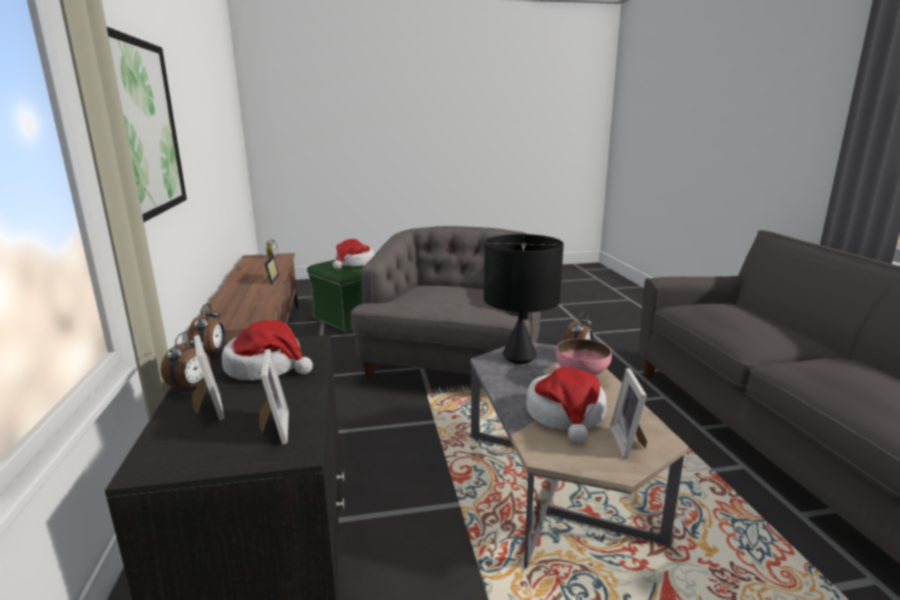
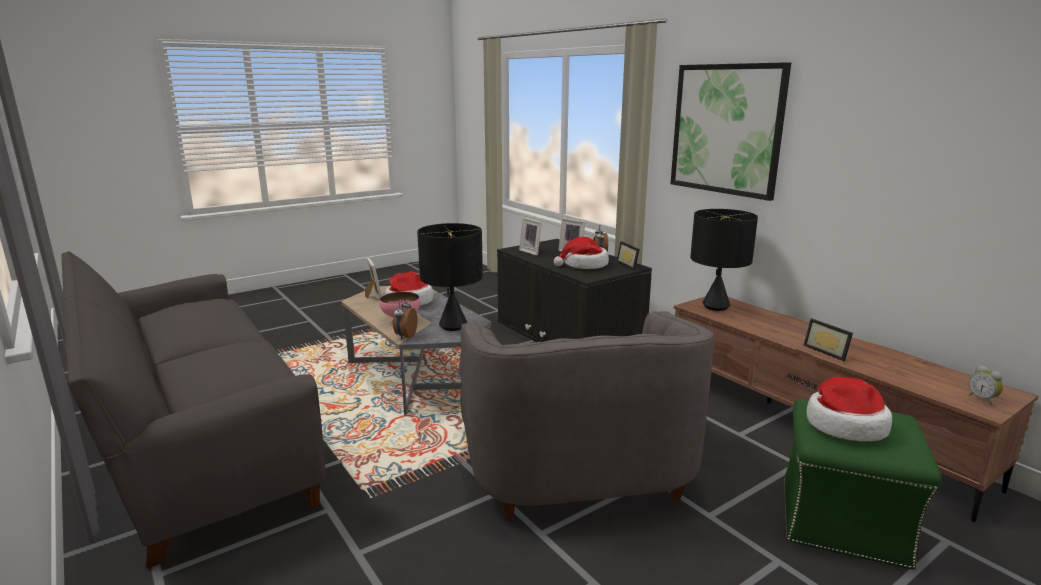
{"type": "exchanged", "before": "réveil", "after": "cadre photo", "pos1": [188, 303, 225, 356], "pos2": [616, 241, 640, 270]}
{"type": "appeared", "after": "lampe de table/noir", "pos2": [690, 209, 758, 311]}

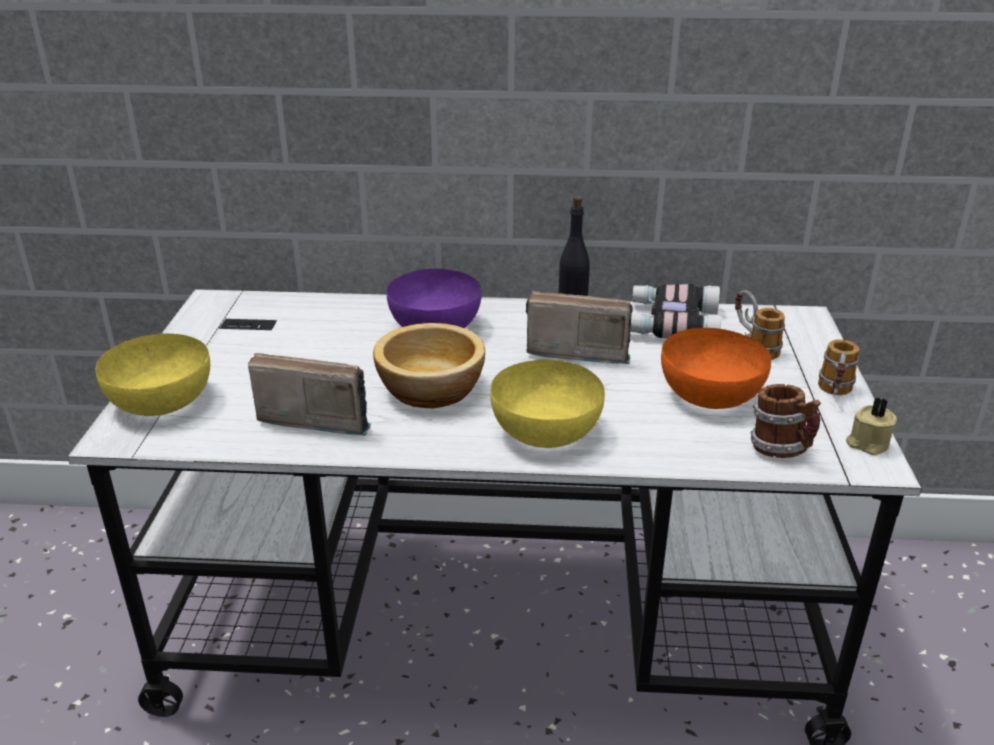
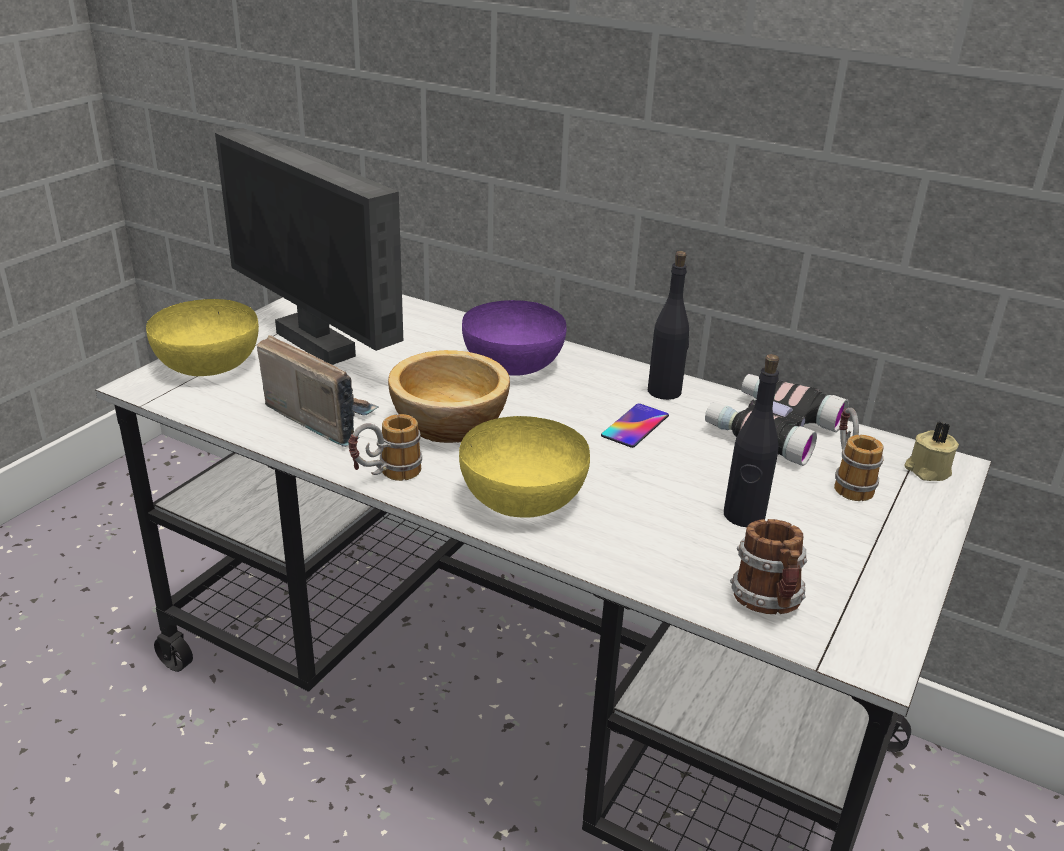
{"type": "appeared", "after": "écran d'ordinateur", "pos2": [215, 128, 403, 365]}
{"type": "relocated", "before": "mug", "pos1": [818, 339, 859, 395], "pos2": [348, 414, 422, 481]}
{"type": "exchanged", "before": "radio", "after": "téléphone", "pos1": [526, 291, 633, 364], "pos2": [601, 403, 669, 448]}
{"type": "exchanged", "before": "bol/orange", "after": "bouteille/noir", "pos1": [661, 328, 771, 409], "pos2": [724, 354, 779, 527]}
{"type": "relocated", "before": "bougie/beige", "pos1": [846, 397, 897, 455], "pos2": [904, 422, 959, 481]}

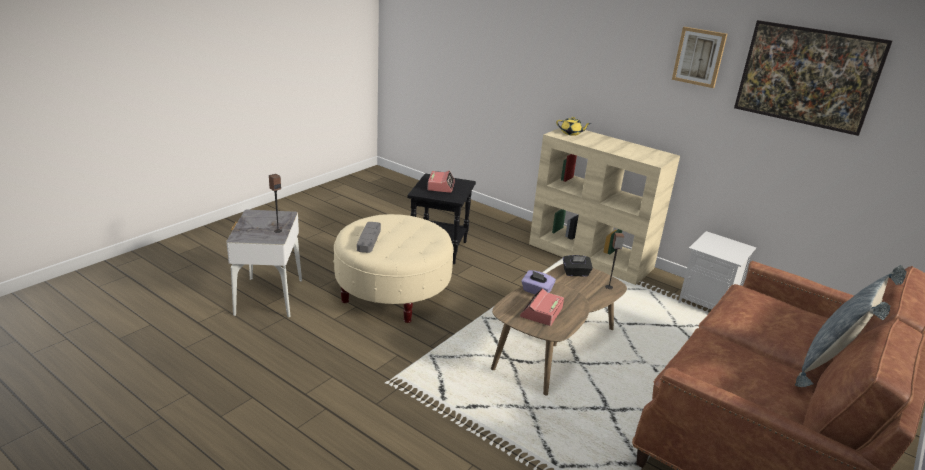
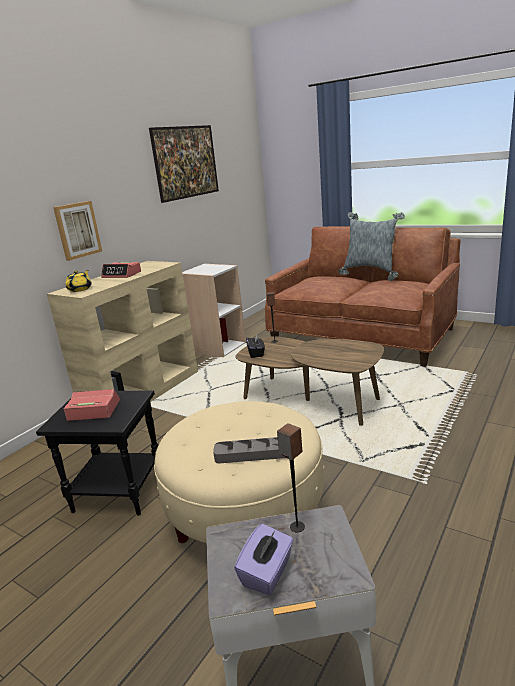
{"type": "relocated", "before": "tableau", "pos1": [672, 27, 727, 88], "pos2": [53, 201, 102, 261]}
{"type": "relocated", "before": "réveil", "pos1": [520, 288, 564, 326], "pos2": [101, 262, 141, 278]}
{"type": "exchanged", "before": "table de chevet/gris", "after": "bibliothèque", "pos1": [678, 231, 756, 309], "pos2": [182, 264, 246, 357]}
{"type": "relocated", "before": "boîte à mouchoirs/violet", "pos1": [521, 270, 556, 295], "pos2": [234, 523, 293, 595]}

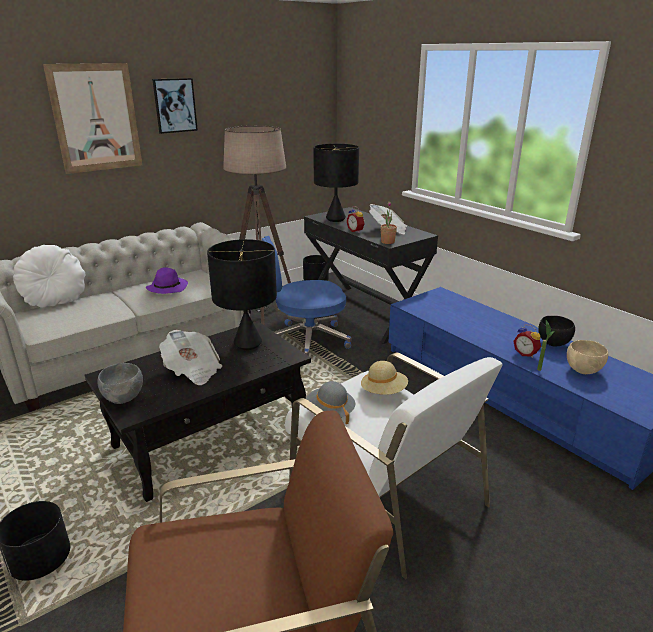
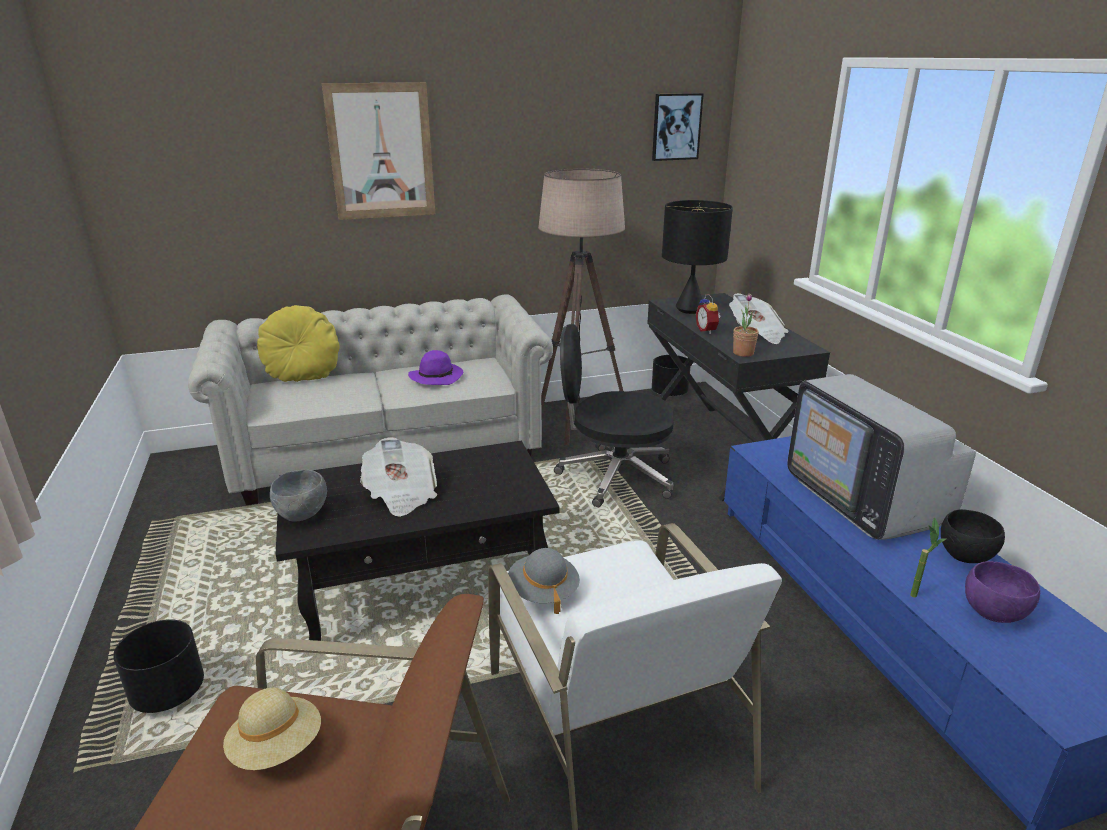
{"type": "relocated", "before": "chapeau/beige", "pos1": [361, 361, 408, 395], "pos2": [223, 688, 321, 770]}
{"type": "colour", "before": "coussin/blanc", "after": "coussin/jaune", "pos1": [13, 245, 85, 308], "pos2": [257, 305, 340, 382]}
{"type": "colour", "before": "chaise de bureau/bleu", "after": "chaise de bureau/noir", "pos1": [262, 236, 351, 356], "pos2": [554, 324, 674, 507]}
{"type": "relocated", "before": "tableau", "pos1": [152, 78, 198, 134], "pos2": [652, 93, 704, 161]}
{"type": "appeared", "after": "téléviseur", "pos2": [787, 374, 976, 540]}
{"type": "colour", "before": "bol/beige", "after": "bol/violet", "pos1": [567, 340, 608, 374], "pos2": [965, 561, 1040, 623]}
{"type": "missing", "before": "lampe de table/noir", "pos1": [207, 239, 277, 350]}
{"type": "missing", "before": "réveil", "pos1": [513, 324, 541, 358]}

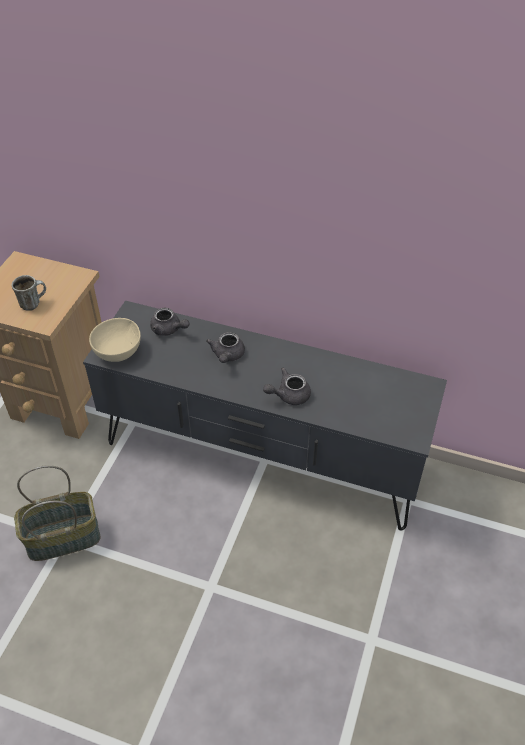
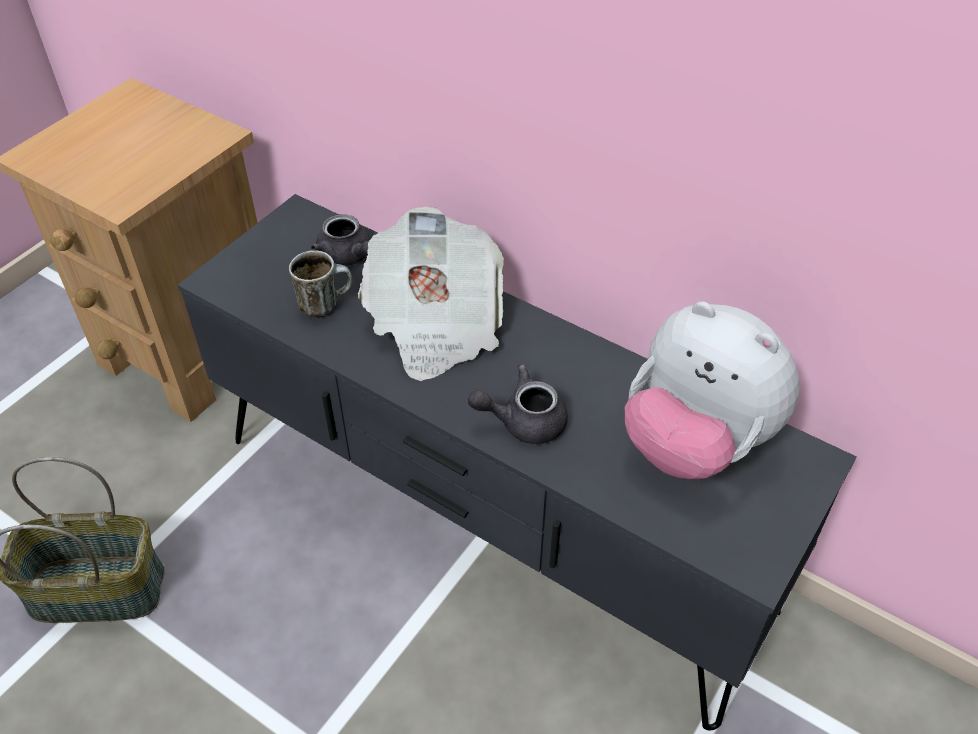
{"type": "relocated", "before": "mug", "pos1": [12, 275, 46, 311], "pos2": [289, 250, 352, 318]}
{"type": "exchanged", "before": "théière/gris", "after": "journal", "pos1": [206, 332, 245, 363], "pos2": [358, 206, 504, 381]}
{"type": "appeared", "after": "peluche", "pos2": [625, 301, 799, 479]}
{"type": "missing", "before": "bol/beige", "pos1": [89, 318, 141, 362]}

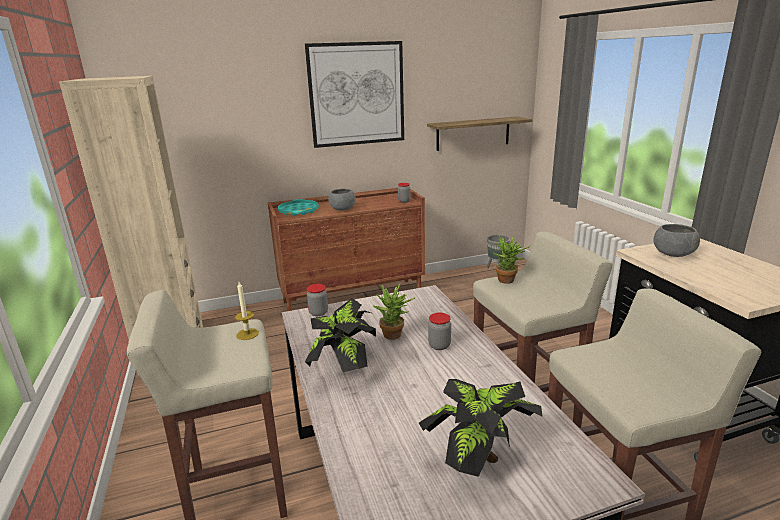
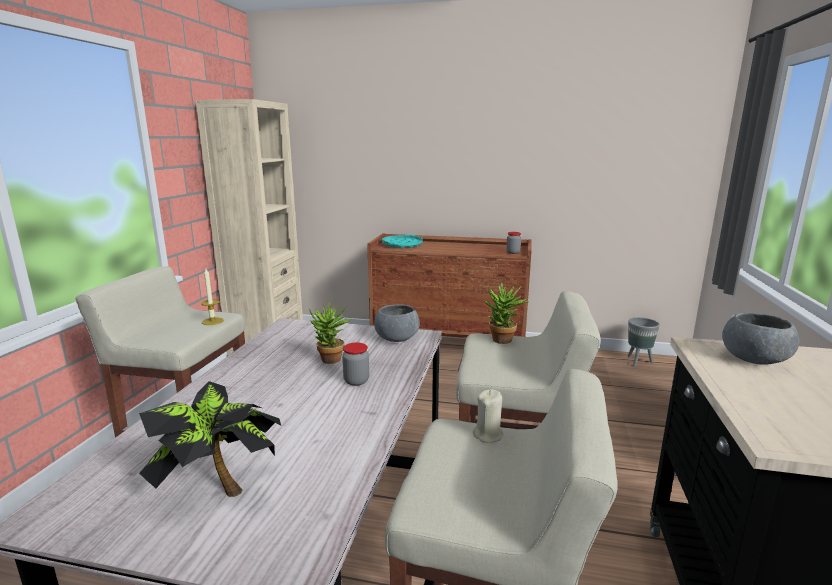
{"type": "relocated", "before": "bol/gris", "pos1": [328, 188, 356, 210], "pos2": [374, 304, 420, 342]}
{"type": "appeared", "after": "bougie/beige", "pos2": [472, 389, 503, 443]}
{"type": "missing", "before": "tableau", "pos1": [305, 41, 404, 148]}
{"type": "missing", "before": "plante en pot", "pos1": [305, 298, 376, 372]}
{"type": "missing", "before": "bocal", "pos1": [307, 284, 328, 316]}
{"type": "missing", "before": "étagère", "pos1": [427, 117, 532, 151]}

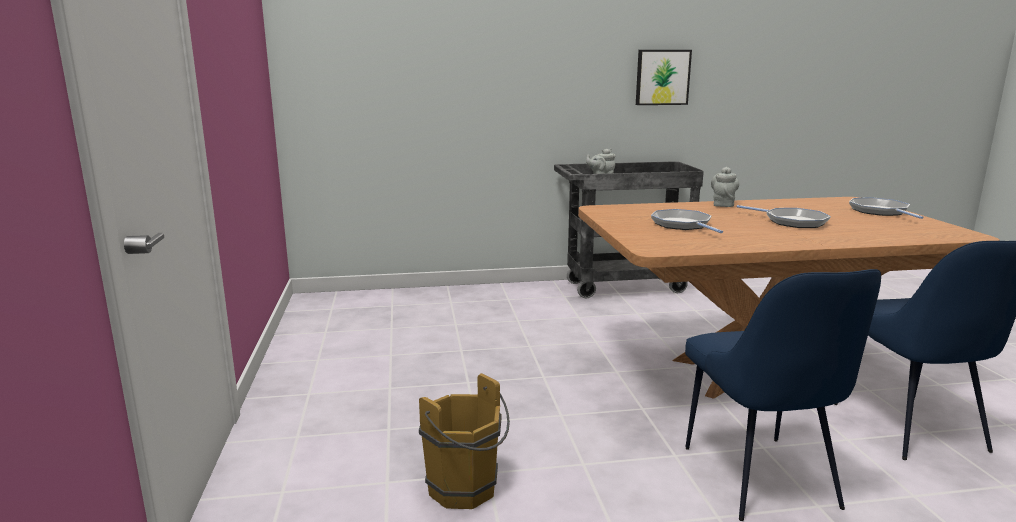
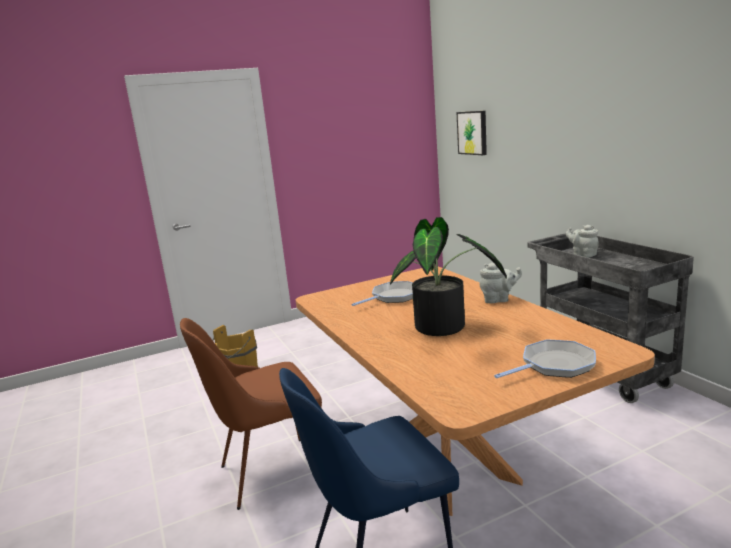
{"type": "colour", "before": "chaise/bleu", "after": "chaise/marron", "pos1": [685, 269, 881, 521], "pos2": [180, 318, 322, 510]}
{"type": "exchanged", "before": "poêle", "after": "plante en pot", "pos1": [736, 205, 831, 228], "pos2": [390, 217, 507, 336]}
{"type": "relocated", "before": "tableau", "pos1": [636, 50, 692, 105], "pos2": [457, 111, 487, 155]}

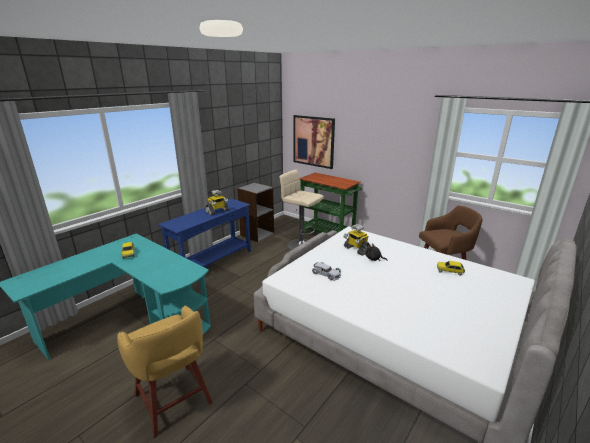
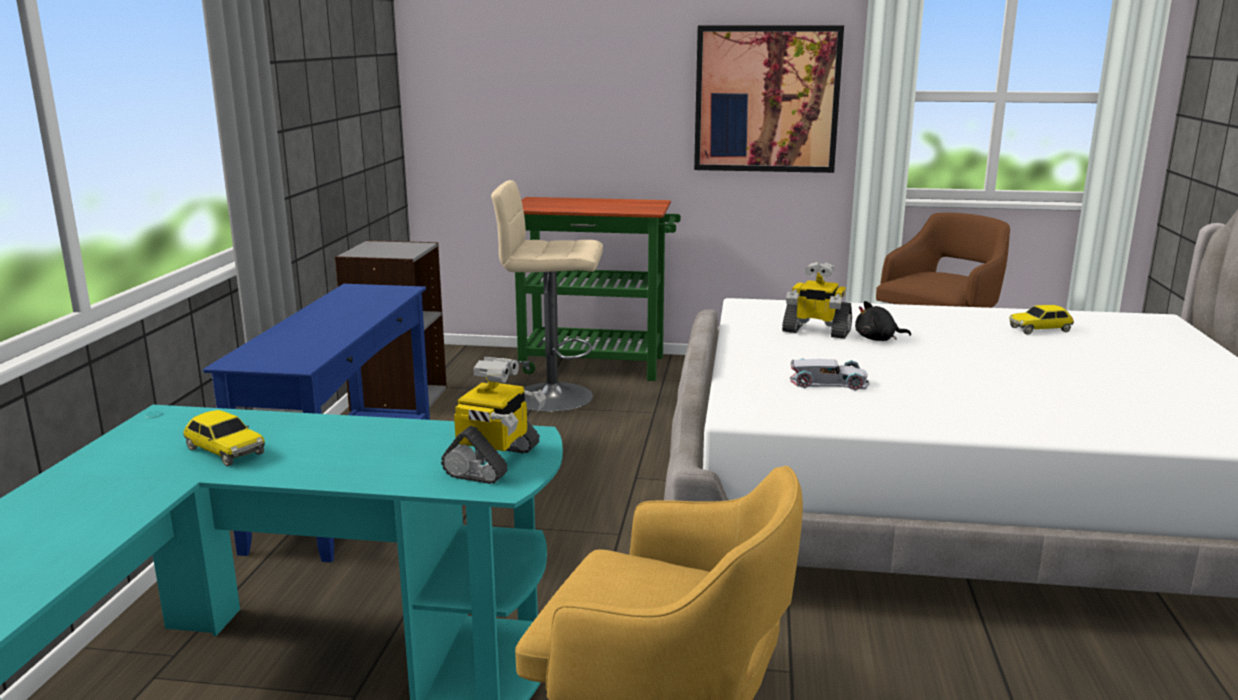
{"type": "relocated", "before": "robot jouet", "pos1": [205, 190, 229, 215], "pos2": [441, 357, 546, 484]}
{"type": "relocated", "before": "tableau", "pos1": [293, 115, 335, 169], "pos2": [694, 25, 844, 173]}

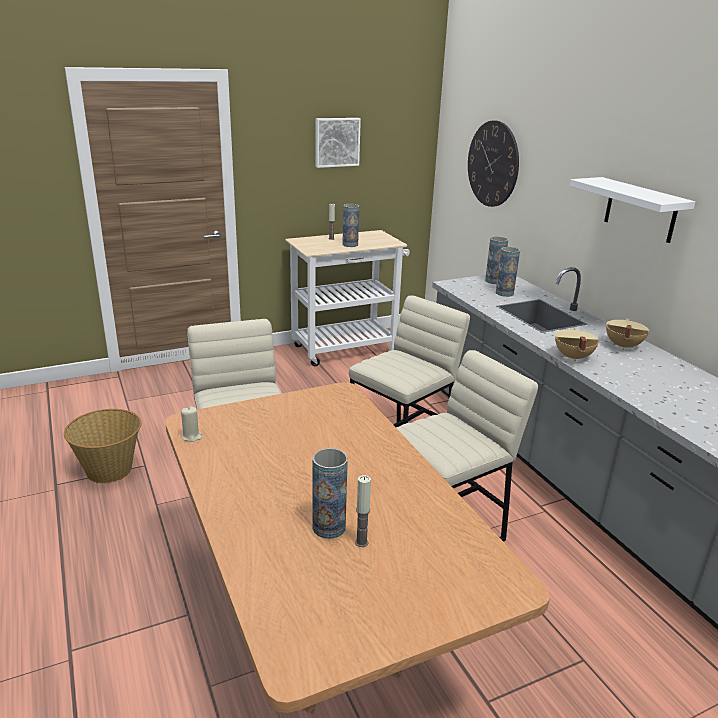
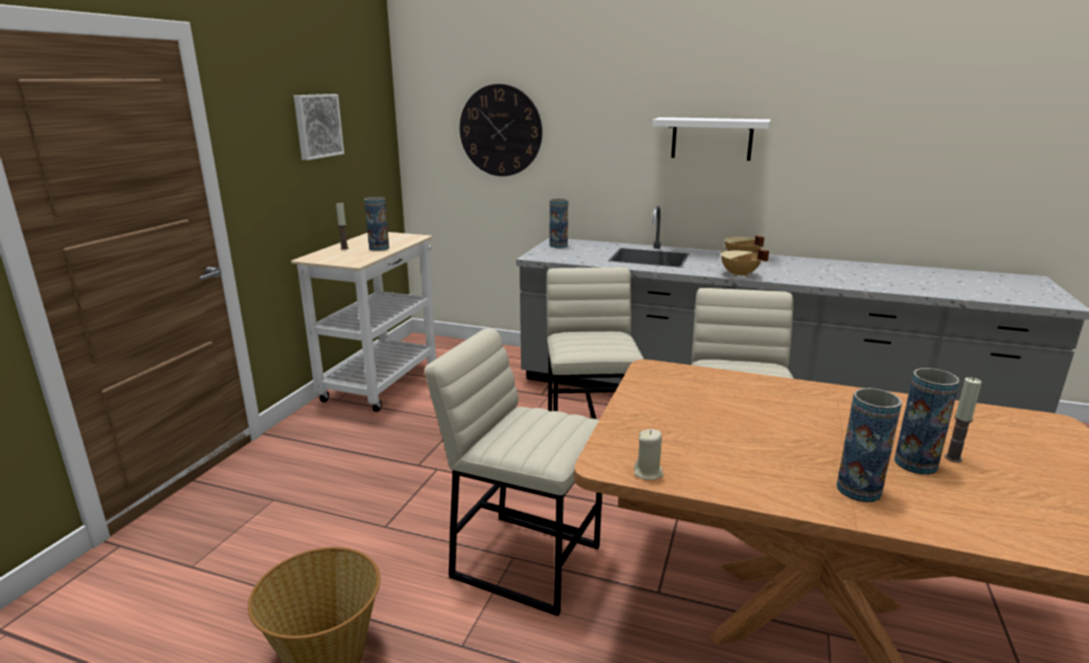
{"type": "relocated", "before": "vase", "pos1": [496, 247, 520, 297], "pos2": [837, 388, 902, 502]}

